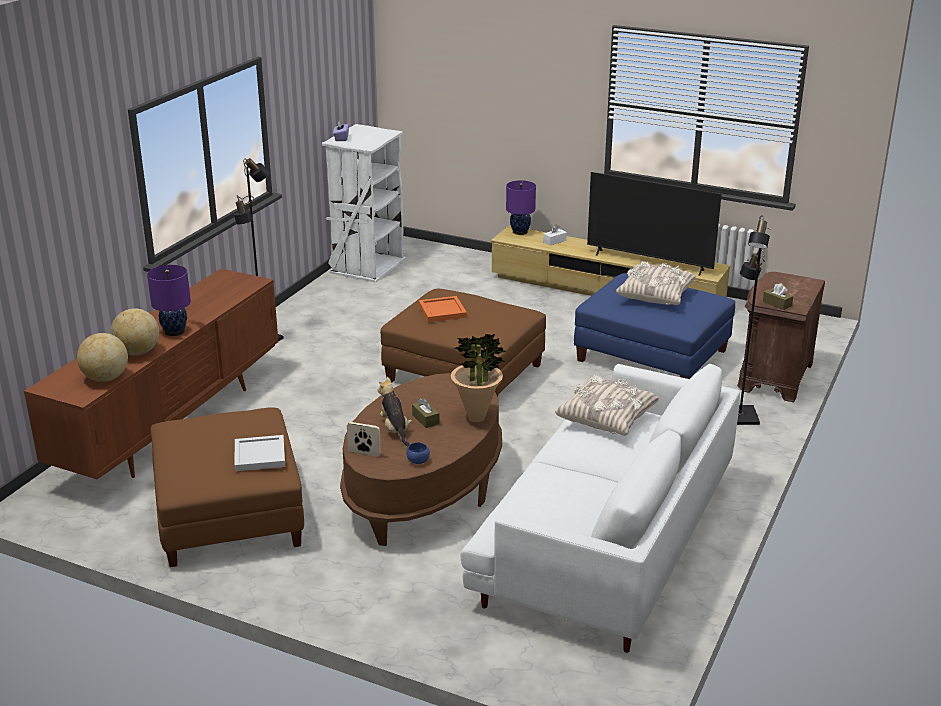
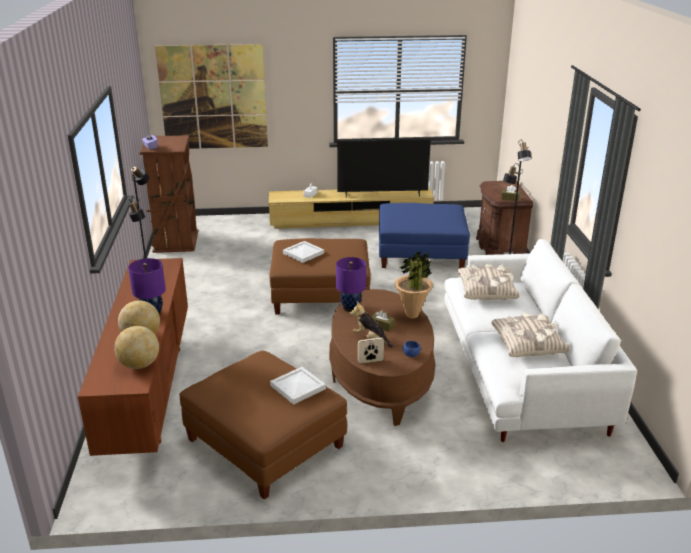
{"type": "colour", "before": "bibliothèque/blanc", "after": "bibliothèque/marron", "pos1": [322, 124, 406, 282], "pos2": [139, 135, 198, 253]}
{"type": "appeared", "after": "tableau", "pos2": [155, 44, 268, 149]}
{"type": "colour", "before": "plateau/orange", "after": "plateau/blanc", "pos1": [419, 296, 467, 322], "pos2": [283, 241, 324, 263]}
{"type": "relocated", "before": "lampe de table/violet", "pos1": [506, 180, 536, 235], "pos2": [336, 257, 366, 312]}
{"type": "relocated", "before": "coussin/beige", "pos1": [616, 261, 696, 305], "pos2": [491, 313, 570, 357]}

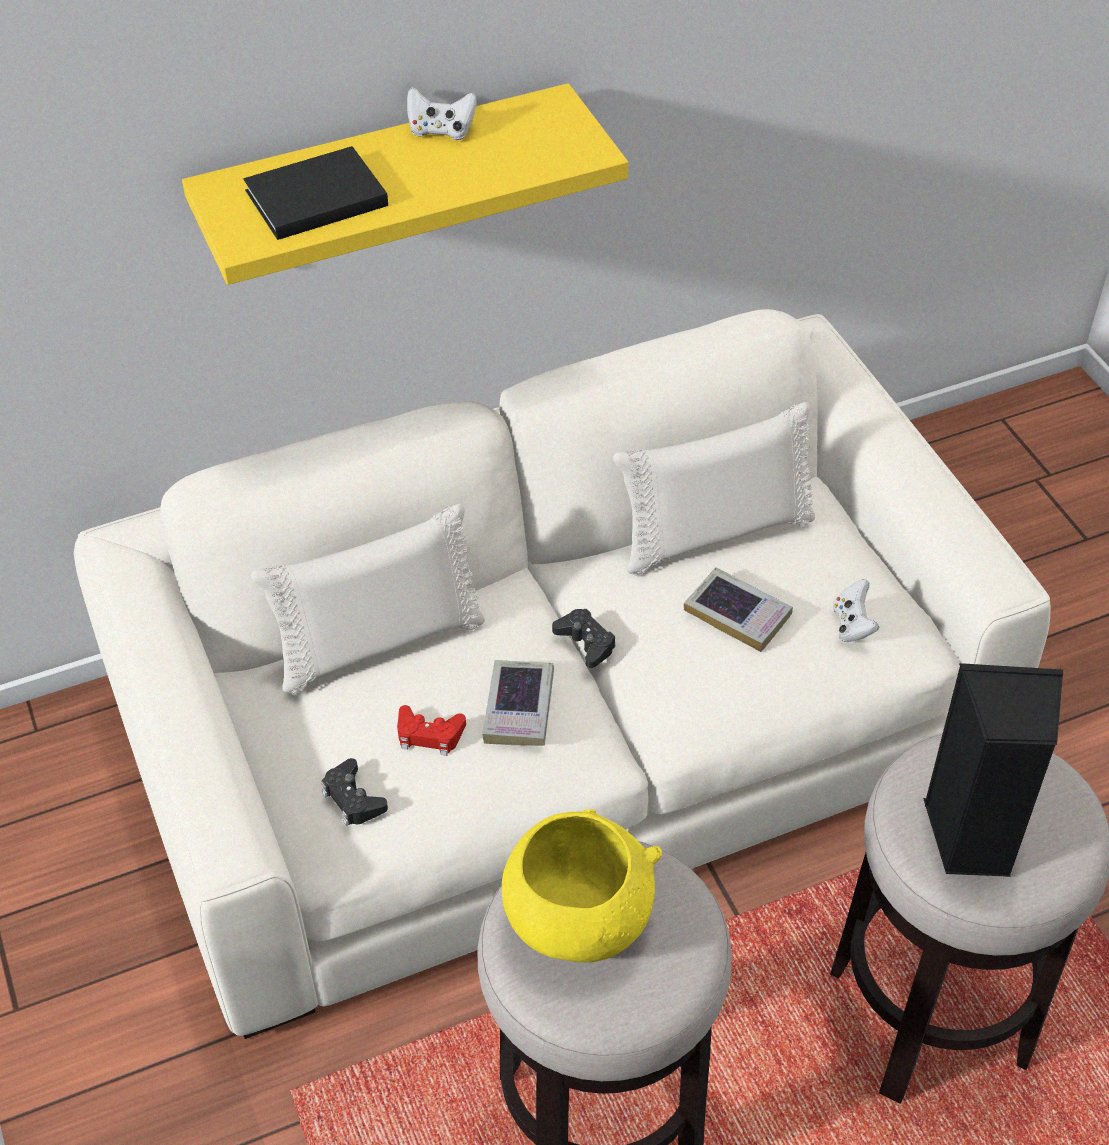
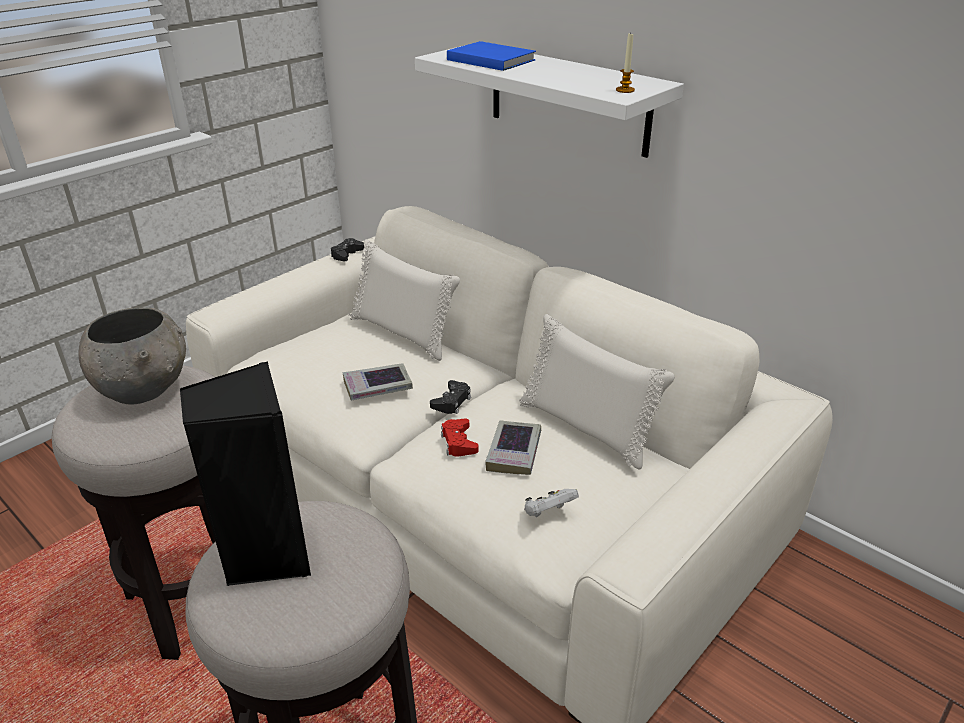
{"type": "colour", "before": "bol/jaune", "after": "bol/gris", "pos1": [502, 809, 662, 963], "pos2": [78, 307, 186, 405]}
{"type": "relocated", "before": "manette/noir", "pos1": [322, 758, 388, 826], "pos2": [331, 238, 364, 261]}
{"type": "colour", "before": "étagère/jaune", "after": "étagère/blanc", "pos1": [182, 83, 628, 285], "pos2": [415, 46, 684, 158]}
{"type": "relocated", "before": "manette/rouge", "pos1": [397, 705, 466, 756], "pos2": [441, 418, 478, 457]}
{"type": "colour", "before": "livre/noir", "after": "livre/bleu", "pos1": [243, 146, 388, 240], "pos2": [447, 41, 536, 71]}
{"type": "appeared", "after": "bougie", "pos2": [616, 33, 635, 93]}
{"type": "missing", "before": "manette/blanc", "pos1": [407, 87, 477, 140]}

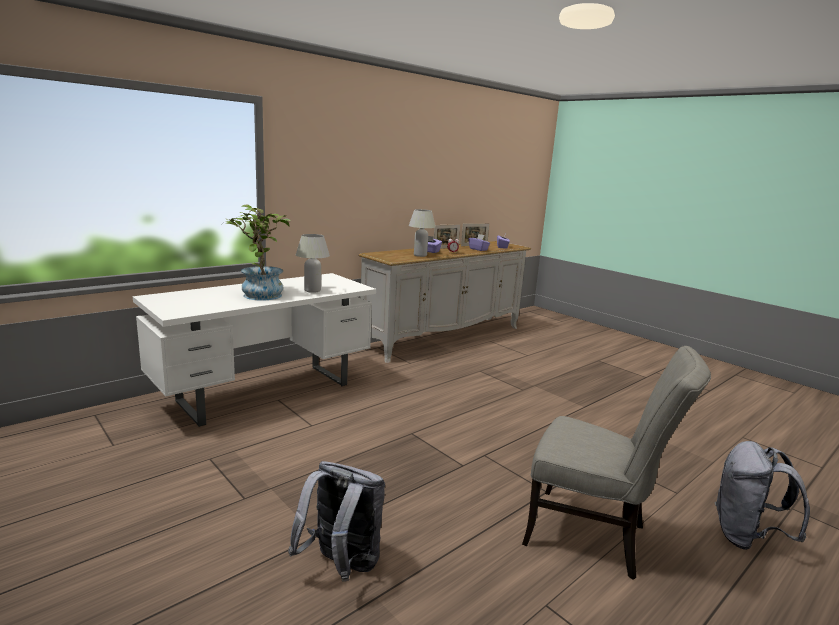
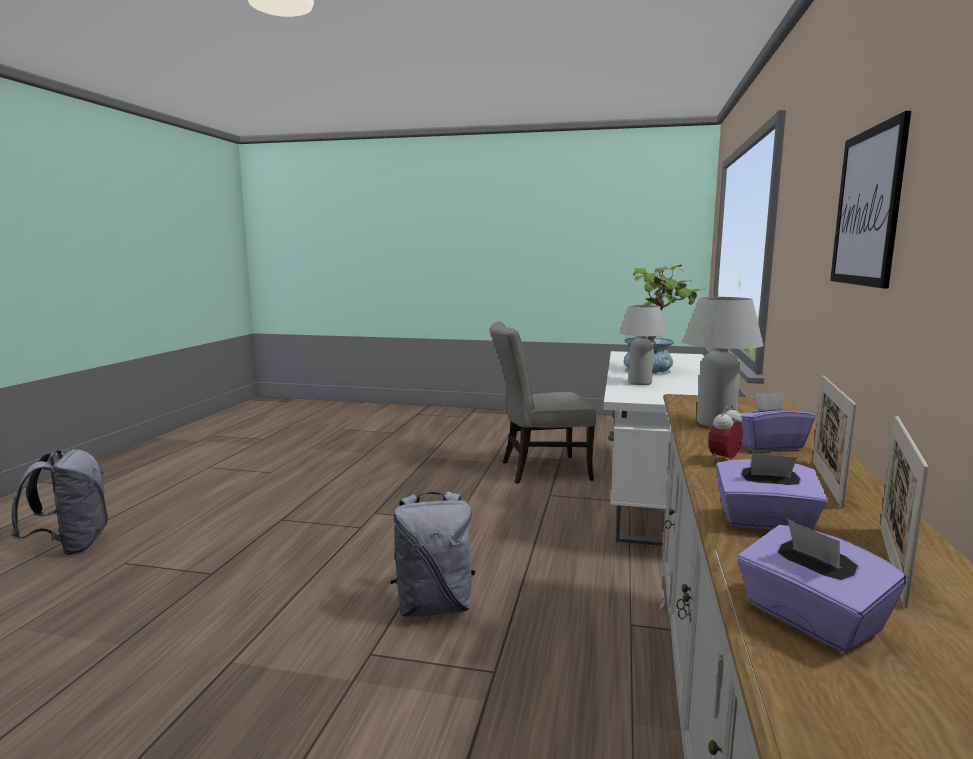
{"type": "relocated", "before": "sac à dos/gris", "pos1": [288, 461, 385, 581], "pos2": [390, 491, 476, 617]}
{"type": "relocated", "before": "chaise/gris", "pos1": [522, 346, 711, 580], "pos2": [489, 321, 597, 484]}
{"type": "appeared", "after": "tableau", "pos2": [830, 111, 911, 288]}

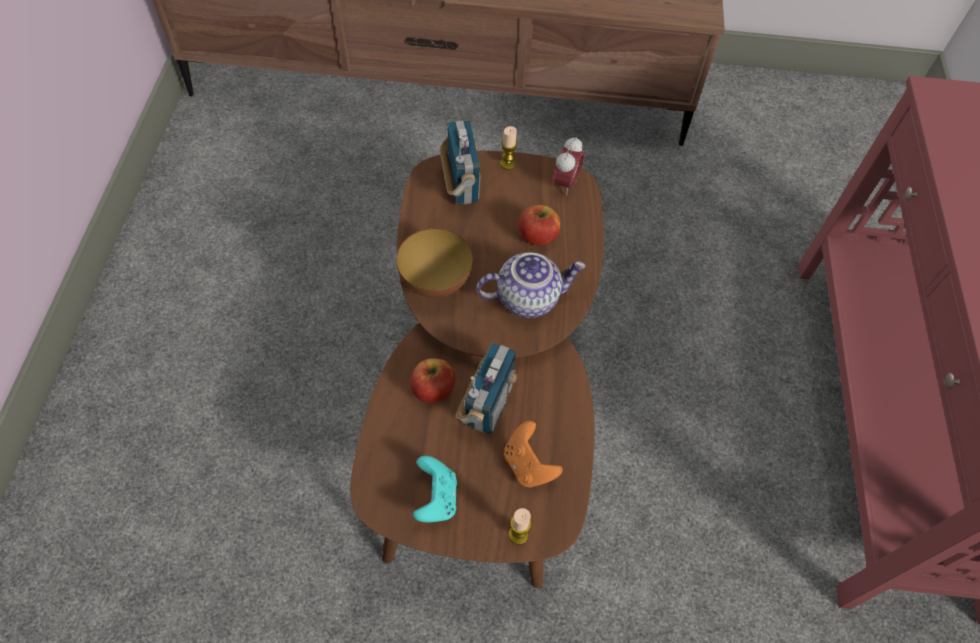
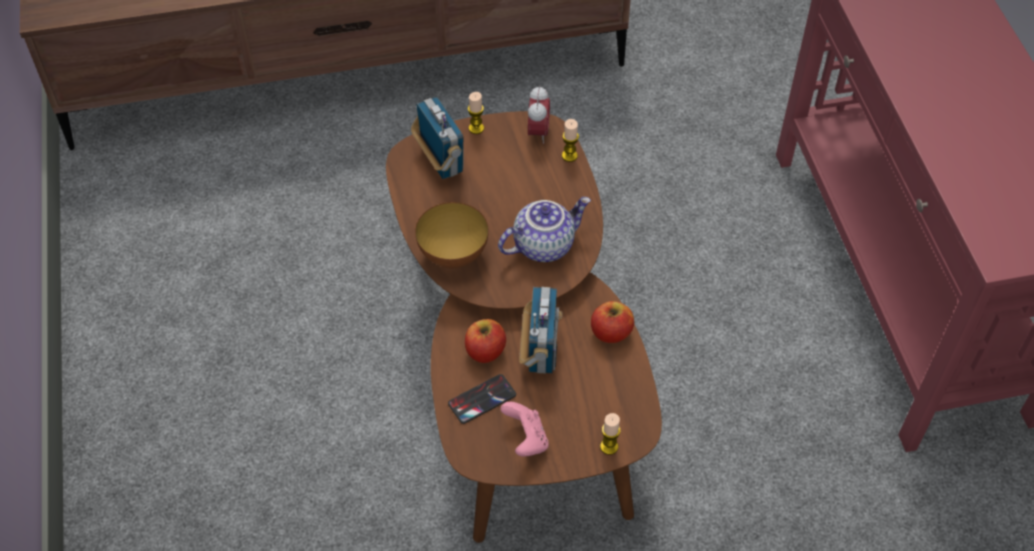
{"type": "appeared", "after": "téléphone", "pos2": [448, 374, 516, 424]}
{"type": "colour", "before": "manette/turquoise", "after": "manette/rose", "pos1": [413, 456, 457, 523], "pos2": [501, 402, 549, 456]}
{"type": "appeared", "after": "bougie", "pos2": [562, 119, 579, 162]}
{"type": "relocated", "before": "pomme", "pos1": [518, 205, 560, 245], "pos2": [591, 301, 634, 343]}
{"type": "missing", "before": "manette/orange", "pos1": [504, 421, 562, 487]}

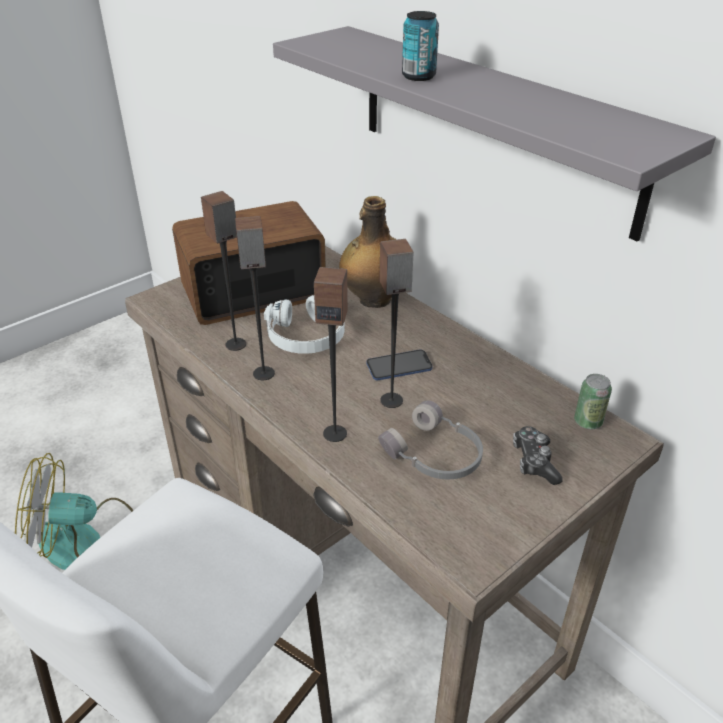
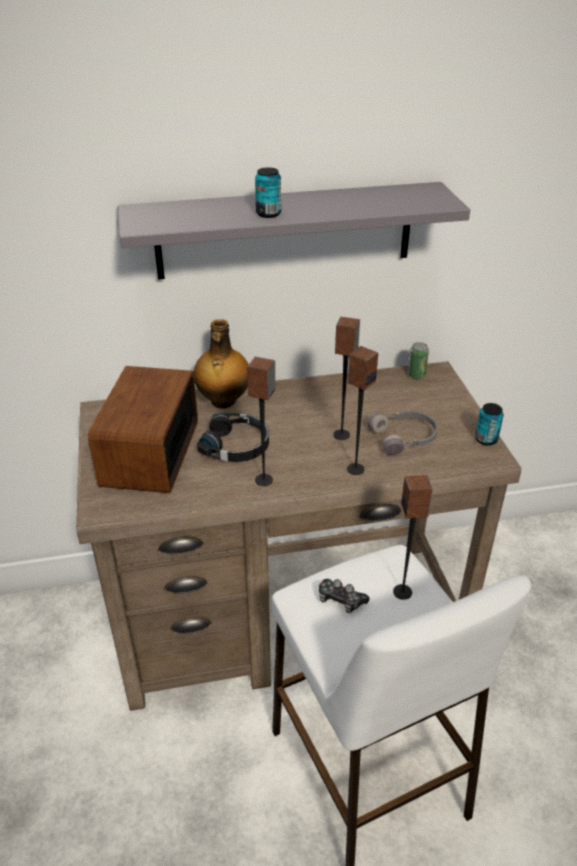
{"type": "colour", "before": "casque audio/blanc", "after": "casque audio/noir", "pos1": [264, 295, 345, 354], "pos2": [197, 413, 269, 462]}
{"type": "relocated", "before": "manette", "pos1": [513, 426, 563, 485], "pos2": [319, 579, 369, 613]}
{"type": "relocated", "before": "enceinte", "pos1": [201, 191, 246, 351], "pos2": [393, 475, 433, 600]}
{"type": "appeared", "after": "boîte métallique", "pos2": [475, 403, 504, 446]}
{"type": "missing", "before": "ventilateur", "pos1": [15, 453, 134, 570]}
{"type": "missing", "before": "téléphone", "pos1": [366, 349, 433, 381]}

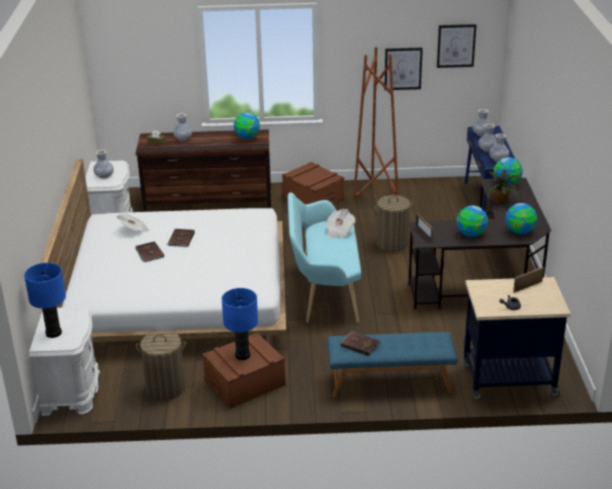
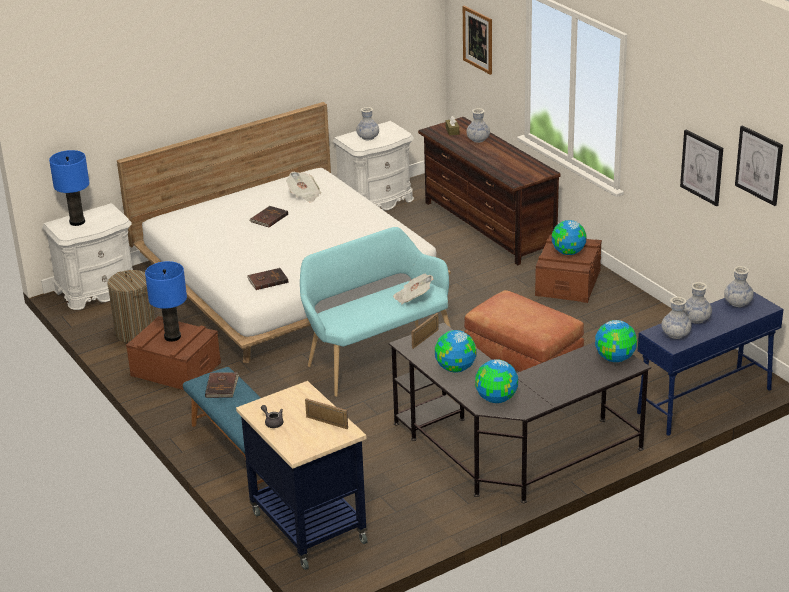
{"type": "relocated", "before": "livre/marron", "pos1": [167, 229, 195, 247], "pos2": [247, 268, 288, 290]}
{"type": "appeared", "after": "tableau", "pos2": [463, 6, 492, 75]}
{"type": "exchanged", "before": "panier à linge", "after": "pouf/marron", "pos1": [374, 195, 413, 252], "pos2": [464, 290, 584, 372]}
{"type": "relocated", "before": "globe", "pos1": [234, 113, 260, 139], "pos2": [552, 220, 586, 255]}
{"type": "missing", "before": "portant/marron", "pos1": [353, 47, 399, 200]}
{"type": "missing", "before": "plante en pot", "pos1": [481, 170, 523, 203]}

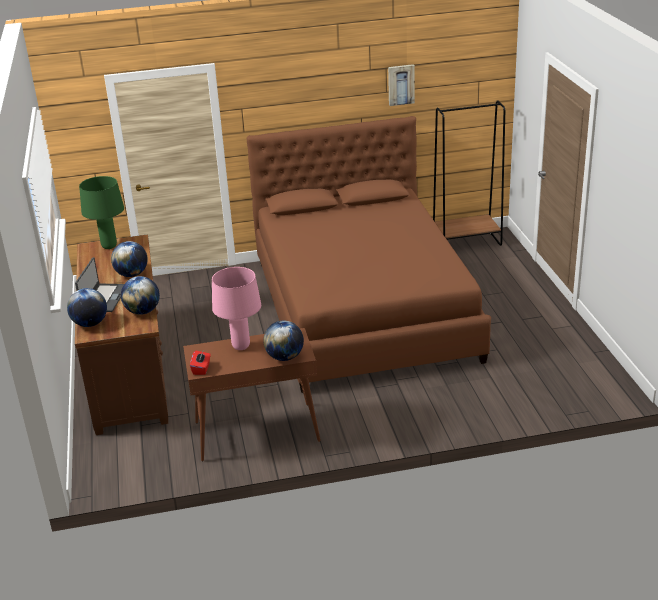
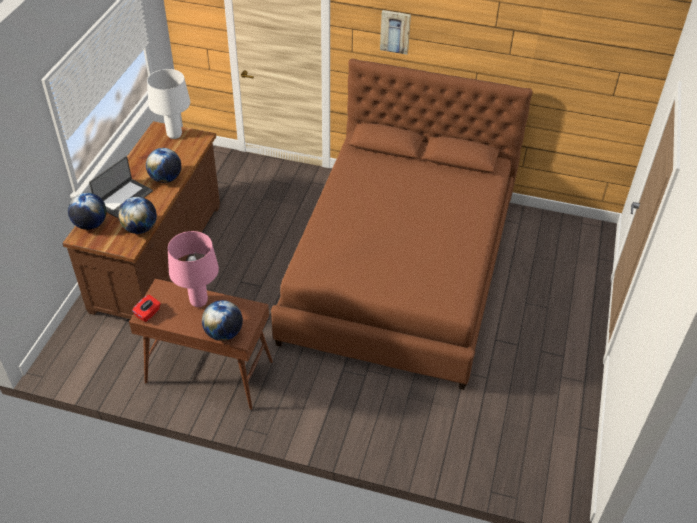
{"type": "colour", "before": "lampe de table/vert", "after": "lampe de table/blanc", "pos1": [79, 176, 124, 249], "pos2": [147, 69, 190, 139]}
{"type": "relocated", "before": "tableau", "pos1": [388, 64, 415, 106], "pos2": [380, 10, 411, 55]}
{"type": "missing", "before": "portant", "pos1": [433, 100, 505, 246]}

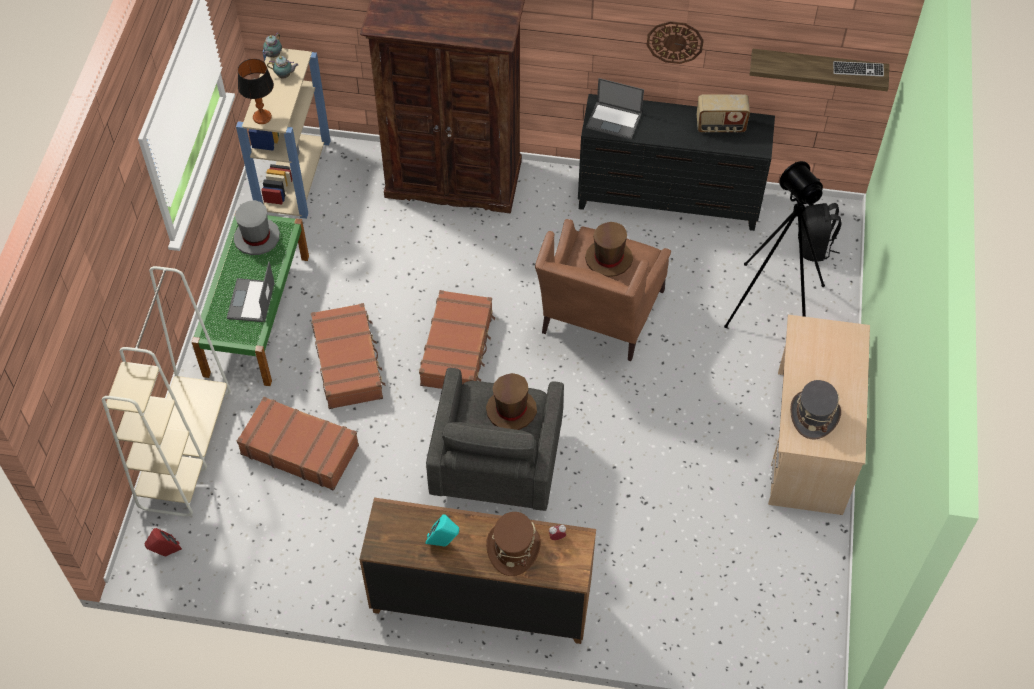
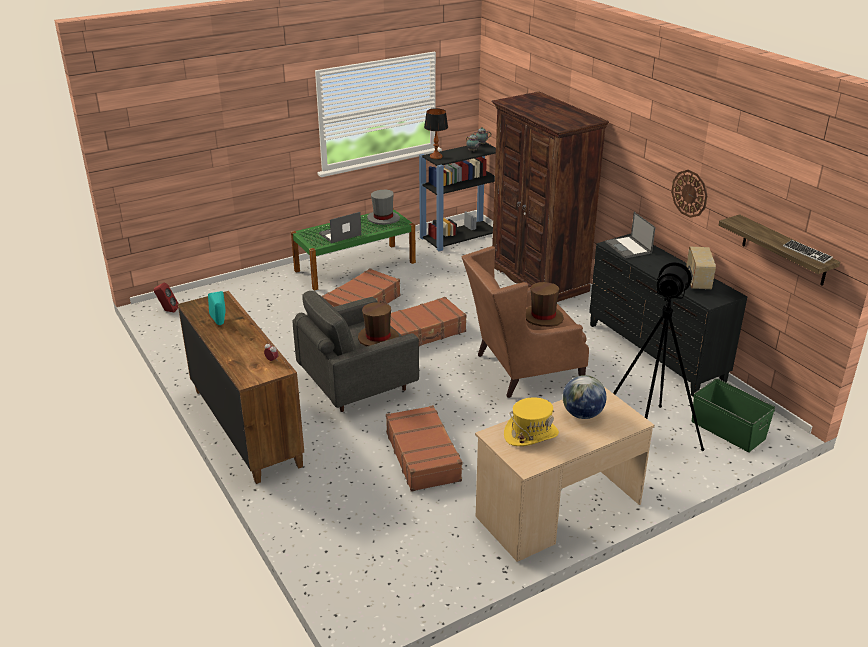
{"type": "relocated", "before": "valise/marron", "pos1": [237, 397, 359, 491], "pos2": [386, 405, 463, 492]}
{"type": "colour", "before": "bibliothèque/beige", "after": "bibliothèque/noir", "pos1": [236, 48, 330, 219], "pos2": [419, 143, 496, 251]}
{"type": "colour", "before": "chapeau/gris", "after": "chapeau/jaune", "pos1": [790, 380, 841, 440], "pos2": [504, 397, 559, 446]}
{"type": "appeared", "after": "globe", "pos2": [563, 375, 607, 419]}
{"type": "spun", "before": "radio", "pos1": [697, 94, 750, 133], "pos2": [686, 247, 716, 289], "turn": 45}
{"type": "exchanged", "before": "sac à dos/noir", "after": "boîte de rangement/vert", "pos1": [798, 203, 842, 262], "pos2": [691, 378, 776, 452]}
{"type": "missing", "before": "portant/beige", "pos1": [102, 266, 231, 516]}
{"type": "missing", "before": "chapeau/marron", "pos1": [486, 512, 541, 576]}

